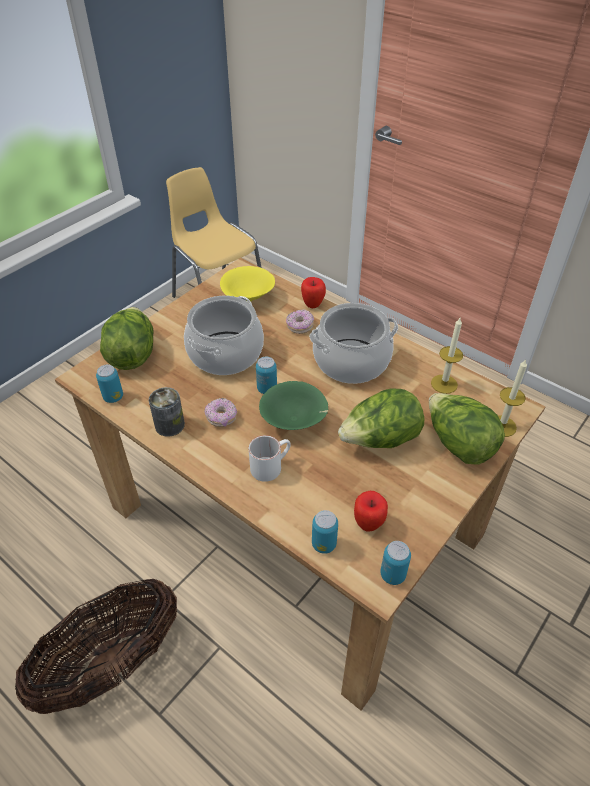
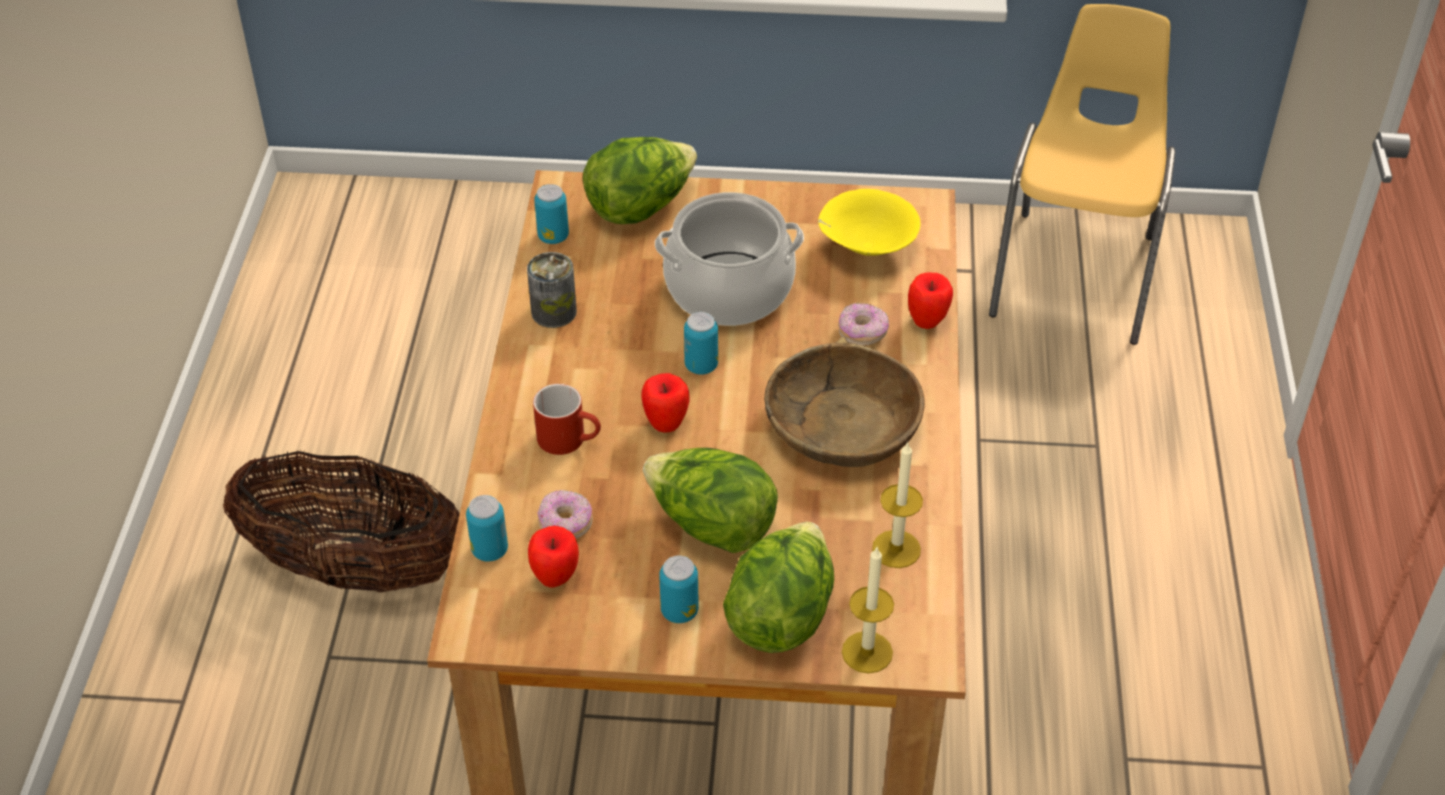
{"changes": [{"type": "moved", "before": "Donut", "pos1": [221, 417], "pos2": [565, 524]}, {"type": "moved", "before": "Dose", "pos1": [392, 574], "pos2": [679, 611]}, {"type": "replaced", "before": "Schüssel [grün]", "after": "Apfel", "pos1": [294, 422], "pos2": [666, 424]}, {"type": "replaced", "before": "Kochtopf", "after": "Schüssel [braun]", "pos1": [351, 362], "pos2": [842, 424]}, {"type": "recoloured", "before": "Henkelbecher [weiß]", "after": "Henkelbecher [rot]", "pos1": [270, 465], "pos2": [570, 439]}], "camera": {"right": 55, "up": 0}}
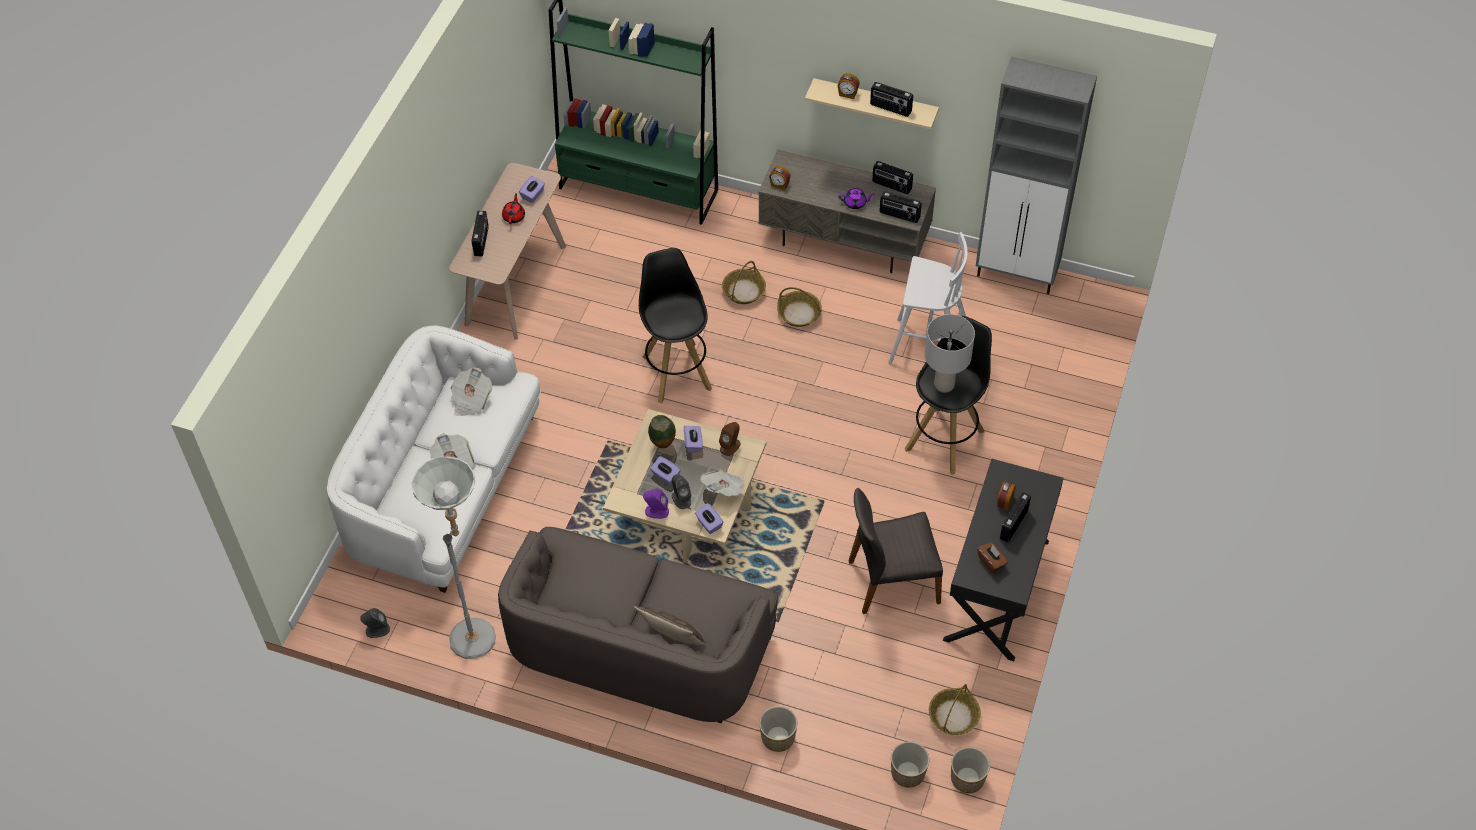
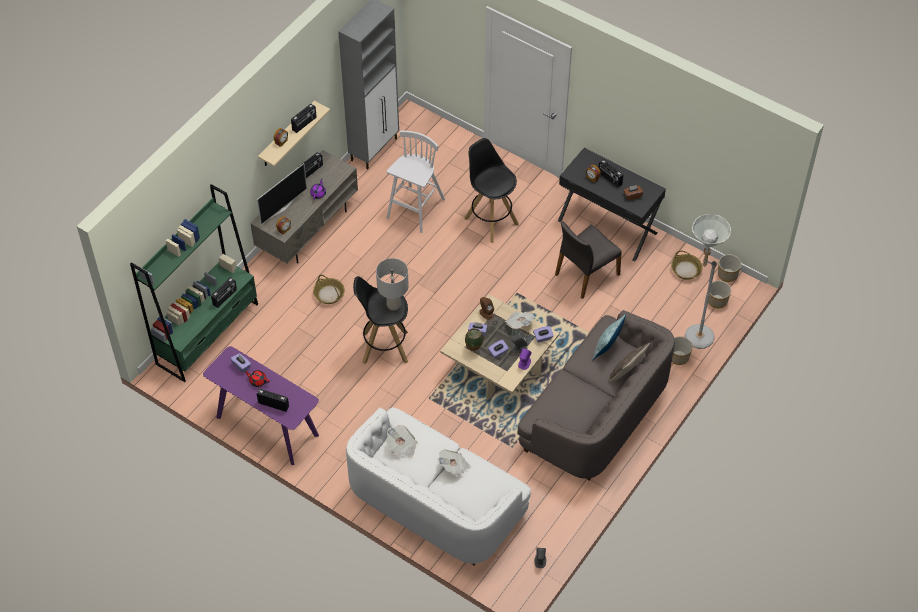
{"changes": [{"type": "removed", "before": "Korb", "pos1": [799, 313]}, {"type": "added", "after": "Fernseher", "pos2": [282, 208]}, {"type": "added", "after": "Kissen", "pos2": [607, 347]}, {"type": "moved", "before": "Stehlampe [grau]", "pos1": [476, 630], "pos2": [693, 334]}, {"type": "moved", "before": "Radio", "pos1": [899, 215], "pos2": [225, 297]}, {"type": "moved", "before": "Tischlampe [grau]", "pos1": [944, 384], "pos2": [393, 305]}, {"type": "recoloured", "before": "Konsolentisch [beige]", "after": "Konsolentisch [lila]", "pos1": [515, 284], "pos2": [267, 426]}, {"type": "turned", "before": "Stuhl [grau]", "pos1": [892, 580], "pos2": [586, 274], "turn": 45}], "camera": {"right": -75, "up": 0}}
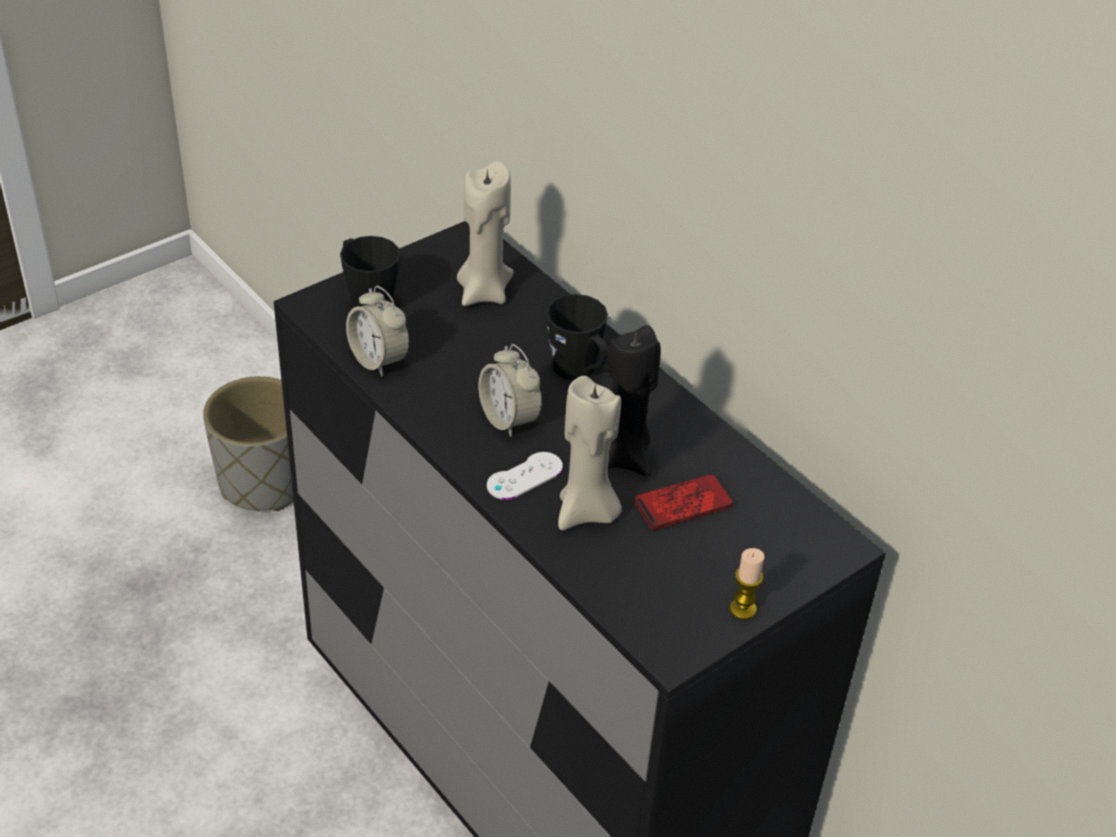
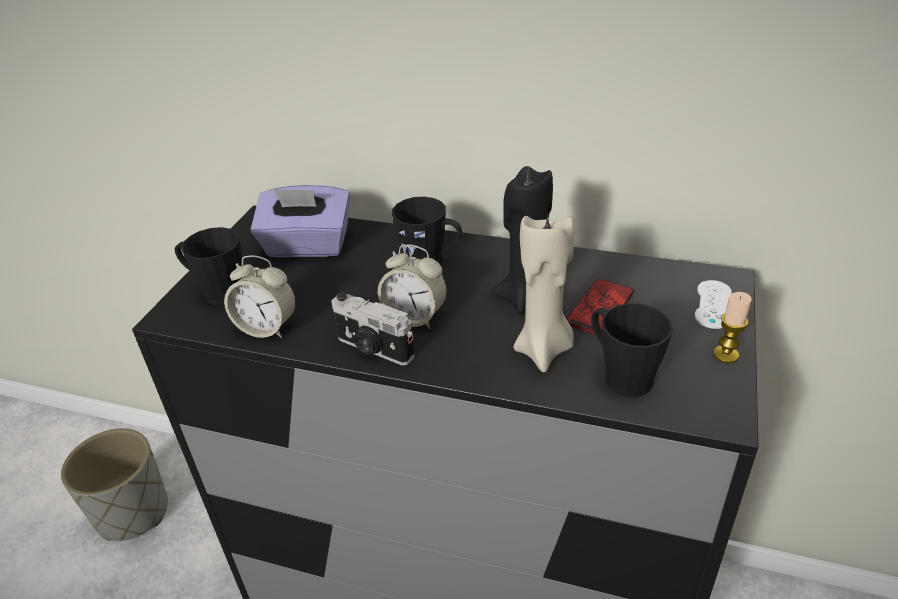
{"changes": [{"type": "added", "after": "Kamera", "pos2": [374, 349]}, {"type": "added", "after": "Henkelbecher [schwarz]", "pos2": [620, 375]}, {"type": "moved", "before": "Gamepad [weiß]", "pos1": [524, 476], "pos2": [713, 304]}, {"type": "replaced", "before": "Kerze [beige]", "after": "Taschentuchbox [lila]", "pos1": [484, 292], "pos2": [307, 246]}], "camera": {"right": -30, "up": -5}}
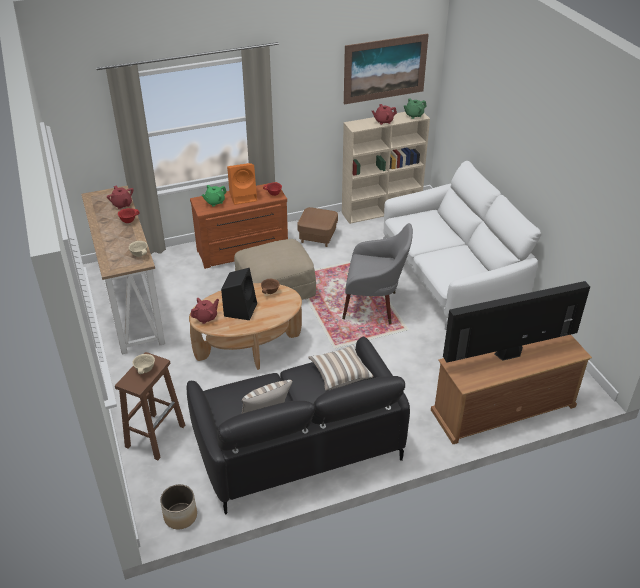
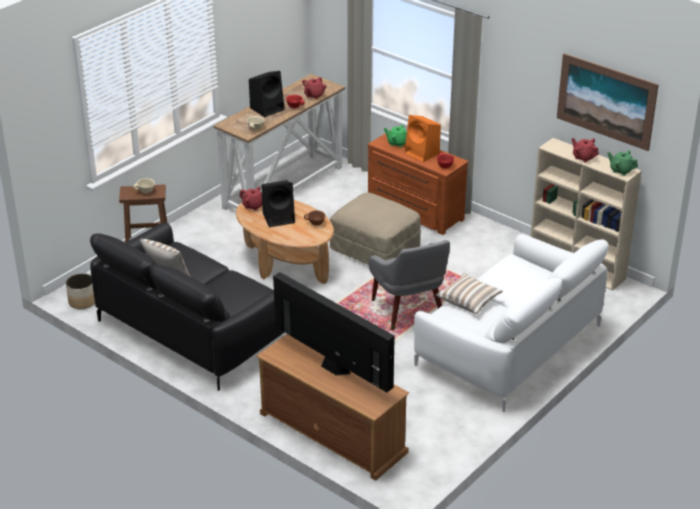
{"changes": [{"type": "removed", "before": "Polsterhocker [braun]", "pos1": [317, 237]}, {"type": "added", "after": "Lautsprecher [schwarz]", "pos2": [267, 108]}, {"type": "moved", "before": "Kissen", "pos1": [340, 374], "pos2": [469, 301]}], "camera": {"right": 60, "up": -5}}
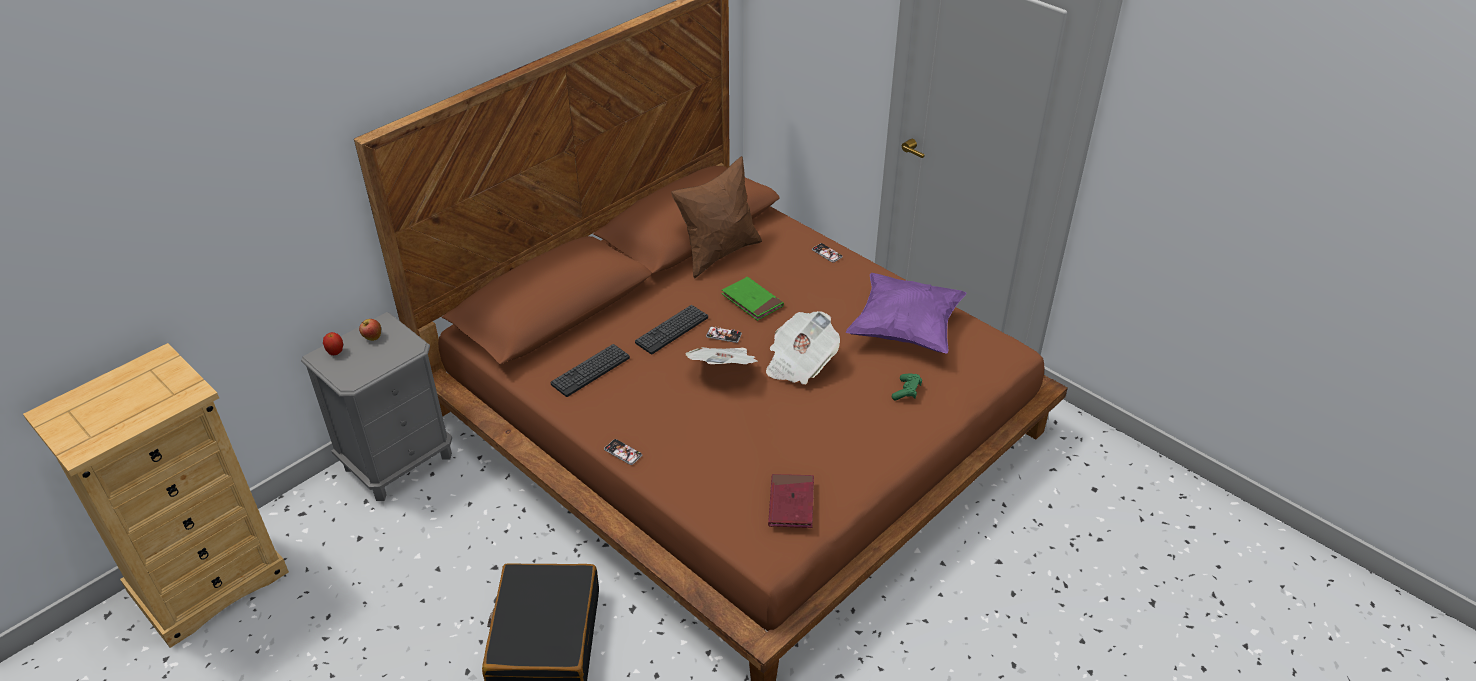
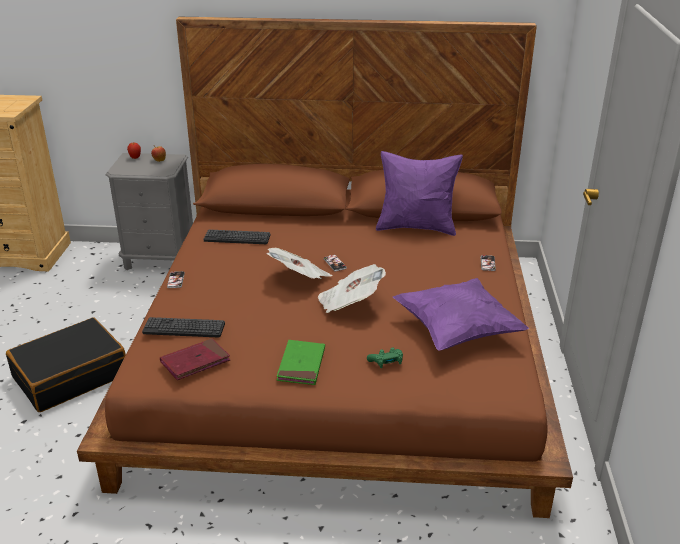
{"changes": [{"type": "moved", "before": "Tastatur", "pos1": [672, 330], "pos2": [184, 328]}, {"type": "moved", "before": "Buch [grün]", "pos1": [752, 301], "pos2": [301, 365]}, {"type": "recoloured", "before": "Kissen [braun]", "after": "Kissen [lila]", "pos1": [718, 253], "pos2": [416, 227]}], "camera": {"right": 50, "up": -10}}
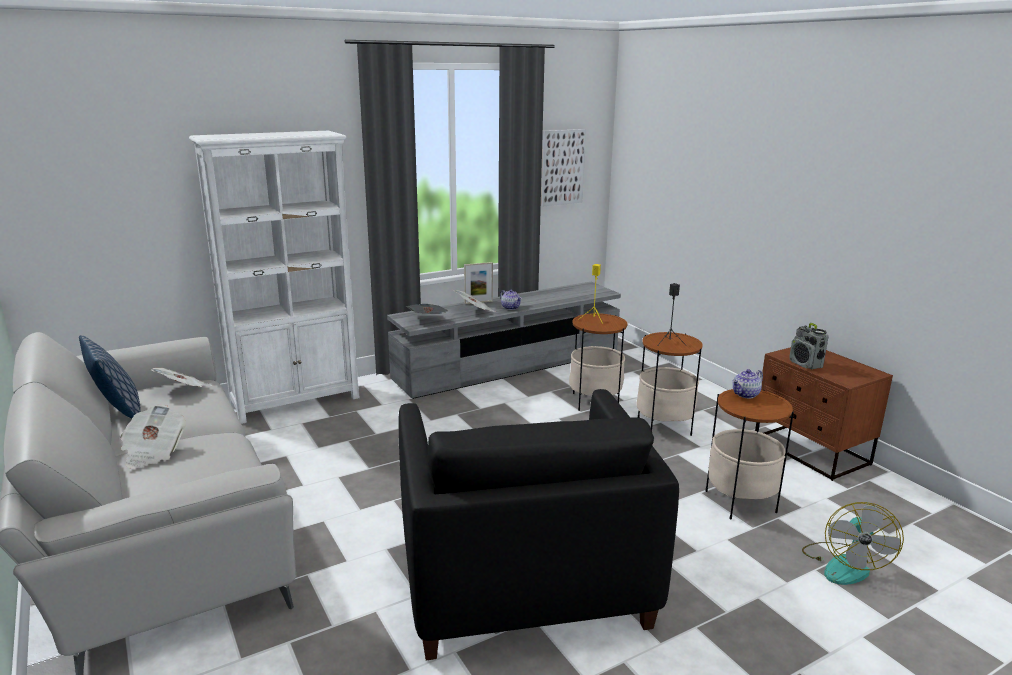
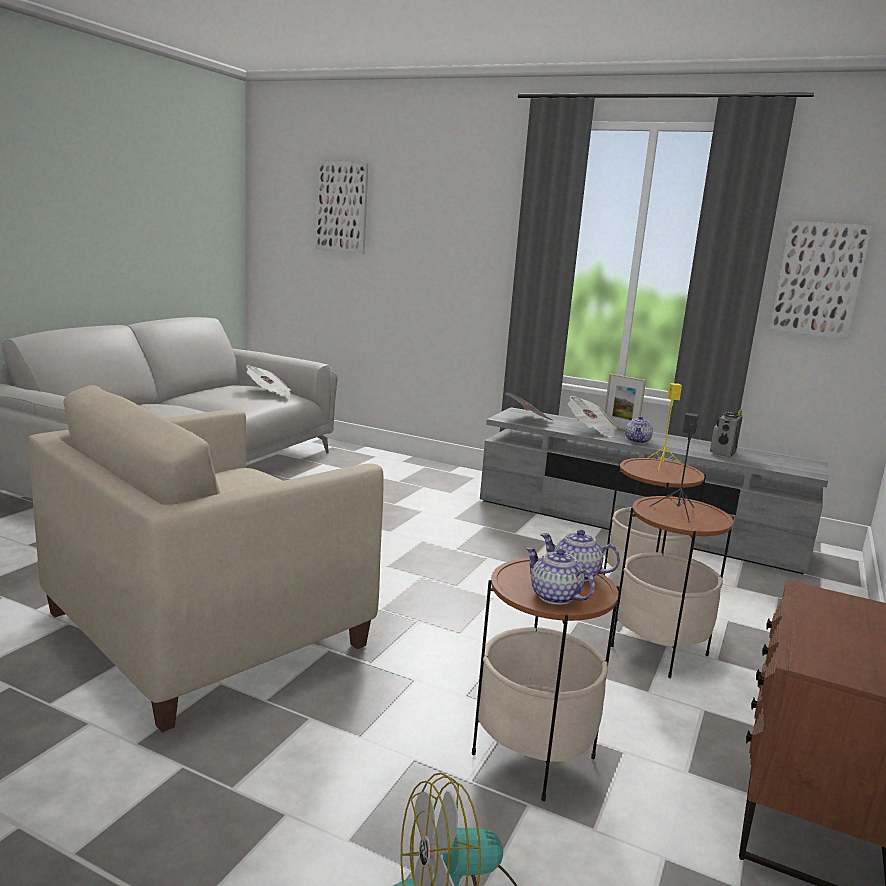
{"changes": [{"type": "removed", "before": "Kissen", "pos1": [118, 412]}, {"type": "removed", "before": "Zeitung", "pos1": [153, 452]}, {"type": "removed", "before": "Bücherregal [weiß]", "pos1": [296, 401]}, {"type": "added", "after": "Bild", "pos2": [342, 207]}, {"type": "added", "after": "Teekanne", "pos2": [554, 596]}, {"type": "moved", "before": "Radio", "pos1": [805, 364], "pos2": [722, 453]}, {"type": "recoloured", "before": "Sessel [schwarz]", "after": "Sessel [beige]", "pos1": [521, 578], "pos2": [207, 628]}], "camera": {"right": 55, "up": -5}}
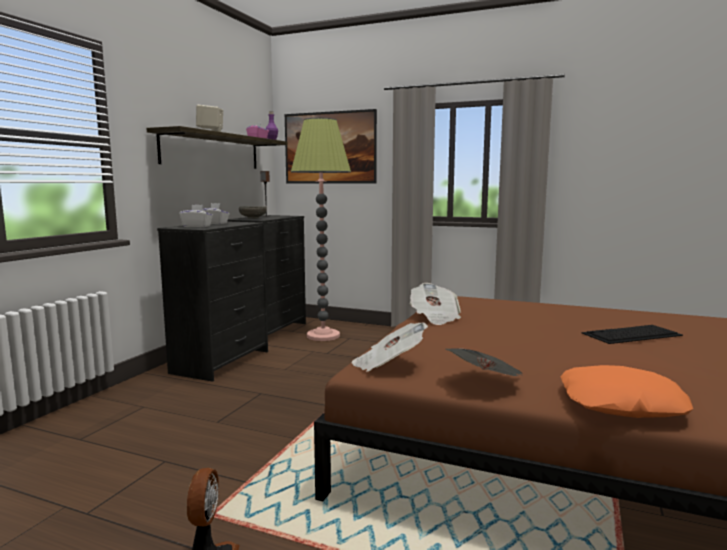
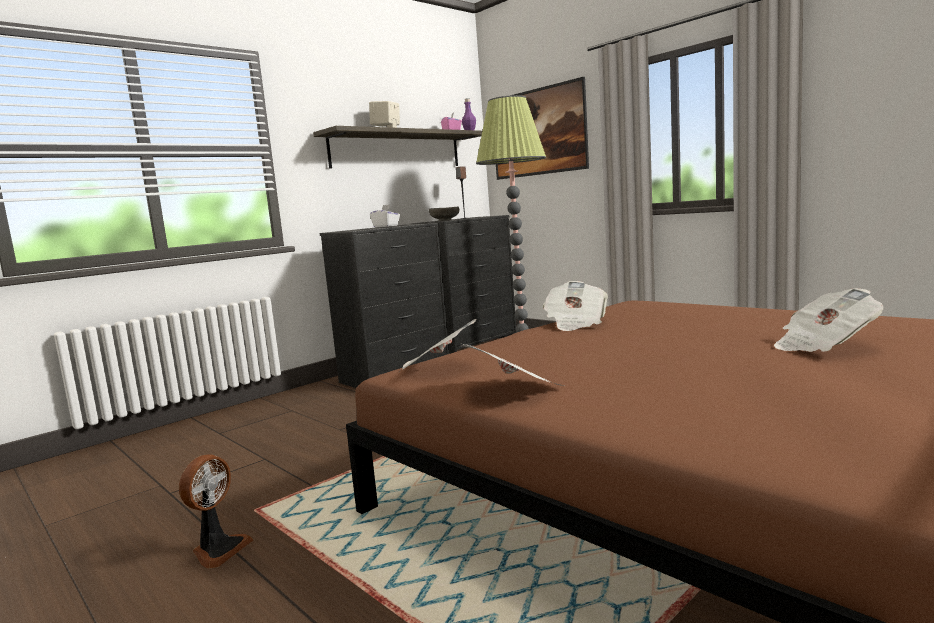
{"changes": [{"type": "removed", "before": "Taschentuchbox [weiß]", "pos1": [197, 226]}, {"type": "removed", "before": "Kissen [orange]", "pos1": [621, 404]}, {"type": "replaced", "before": "Tastatur", "after": "Zeitung", "pos1": [631, 334], "pos2": [823, 345]}], "camera": {"right": 25, "up": 0}}
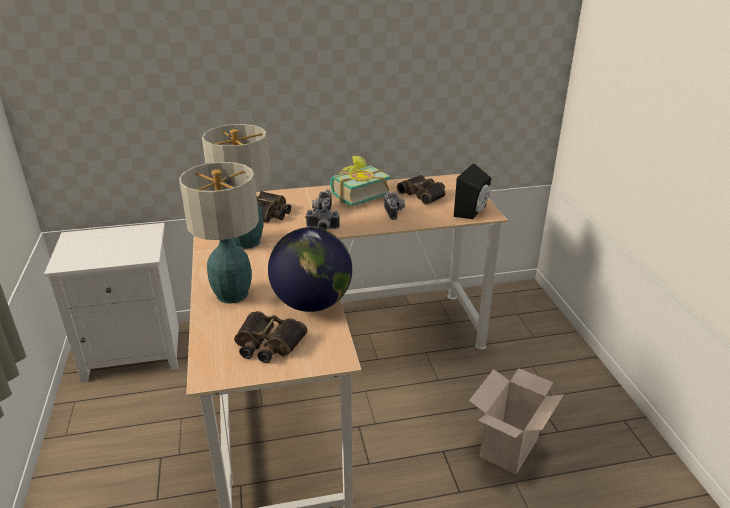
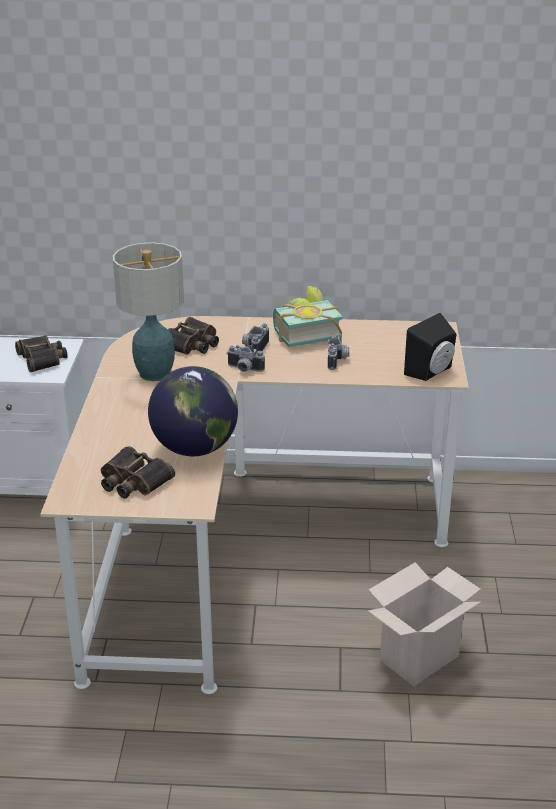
{"changes": [{"type": "removed", "before": "Tischlampe", "pos1": [232, 294]}, {"type": "moved", "before": "Fernglas", "pos1": [424, 194], "pos2": [42, 359]}], "camera": {"right": 15, "up": 0}}
